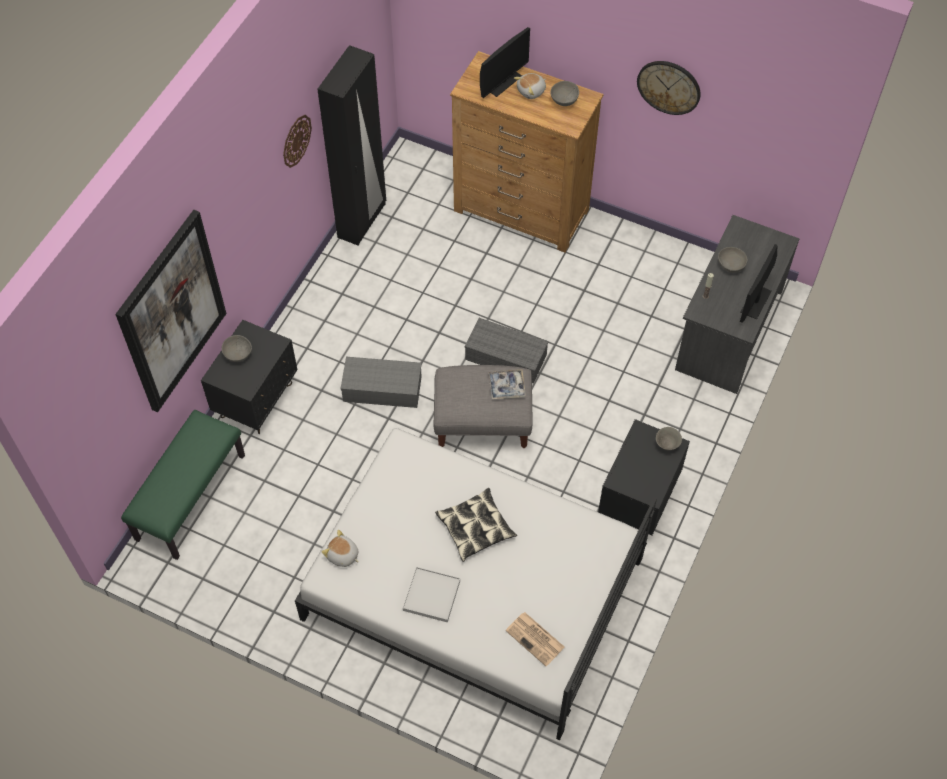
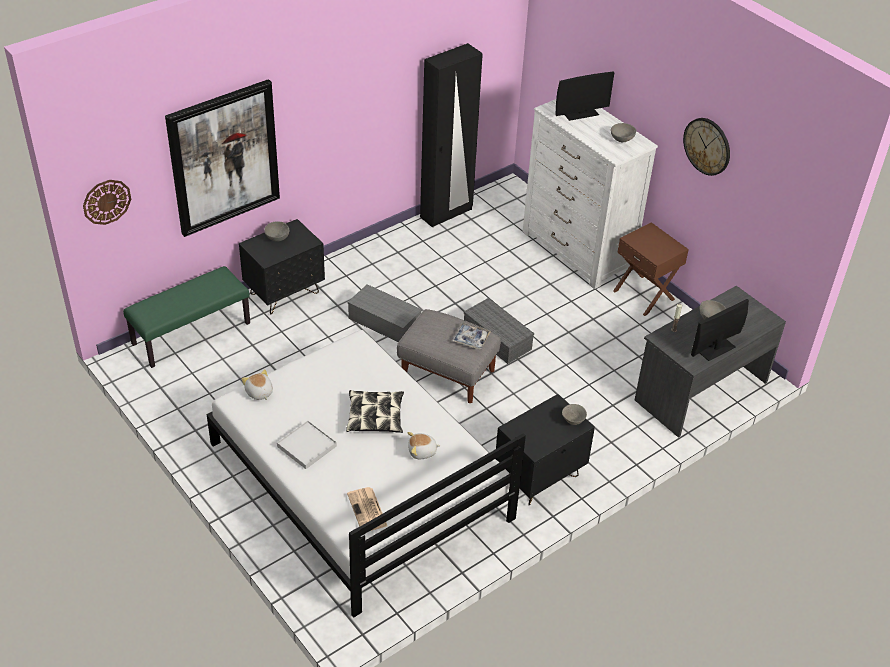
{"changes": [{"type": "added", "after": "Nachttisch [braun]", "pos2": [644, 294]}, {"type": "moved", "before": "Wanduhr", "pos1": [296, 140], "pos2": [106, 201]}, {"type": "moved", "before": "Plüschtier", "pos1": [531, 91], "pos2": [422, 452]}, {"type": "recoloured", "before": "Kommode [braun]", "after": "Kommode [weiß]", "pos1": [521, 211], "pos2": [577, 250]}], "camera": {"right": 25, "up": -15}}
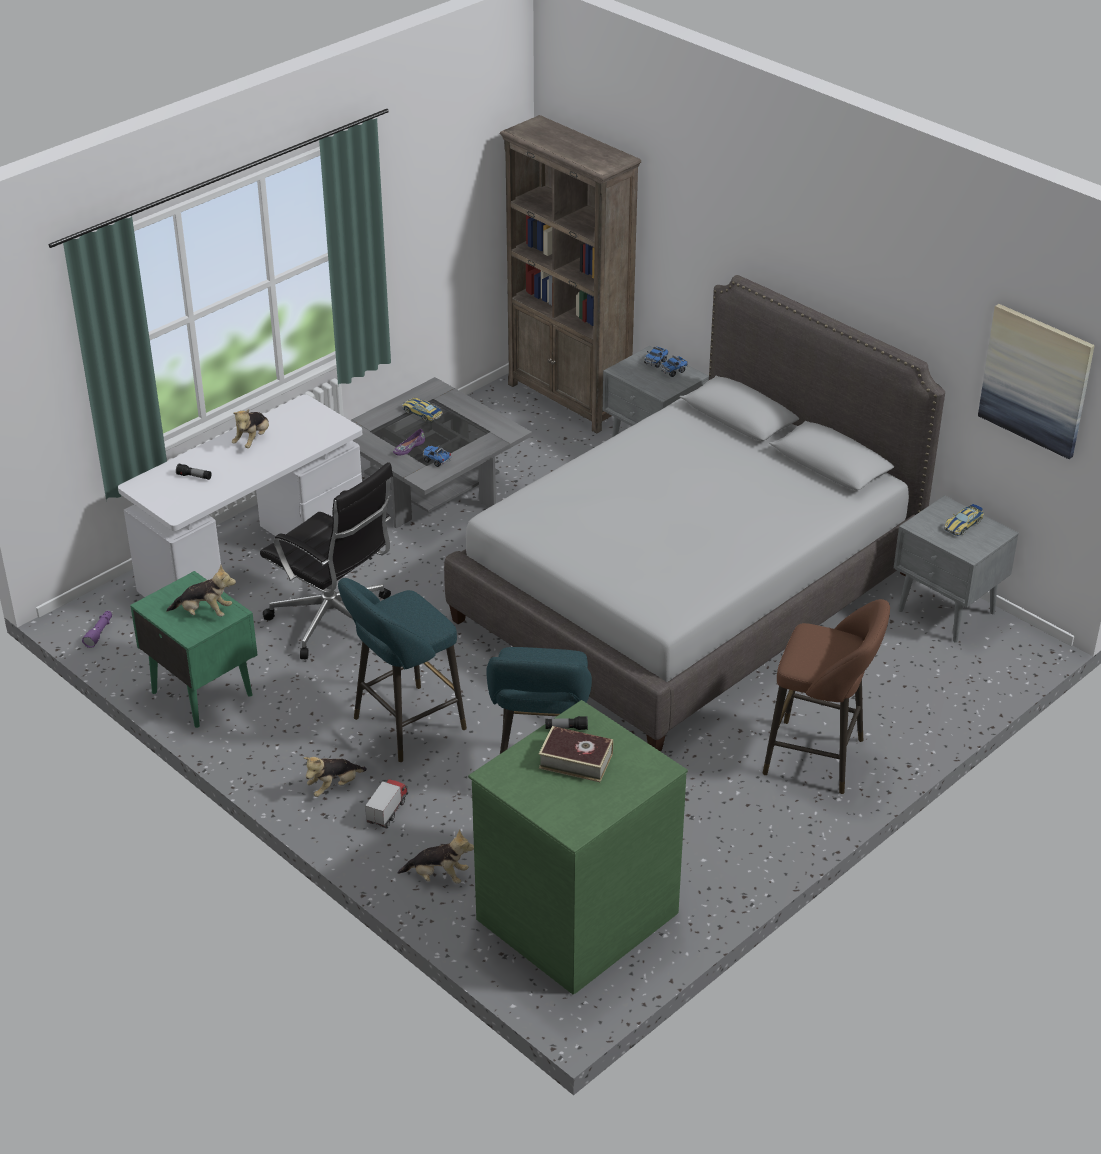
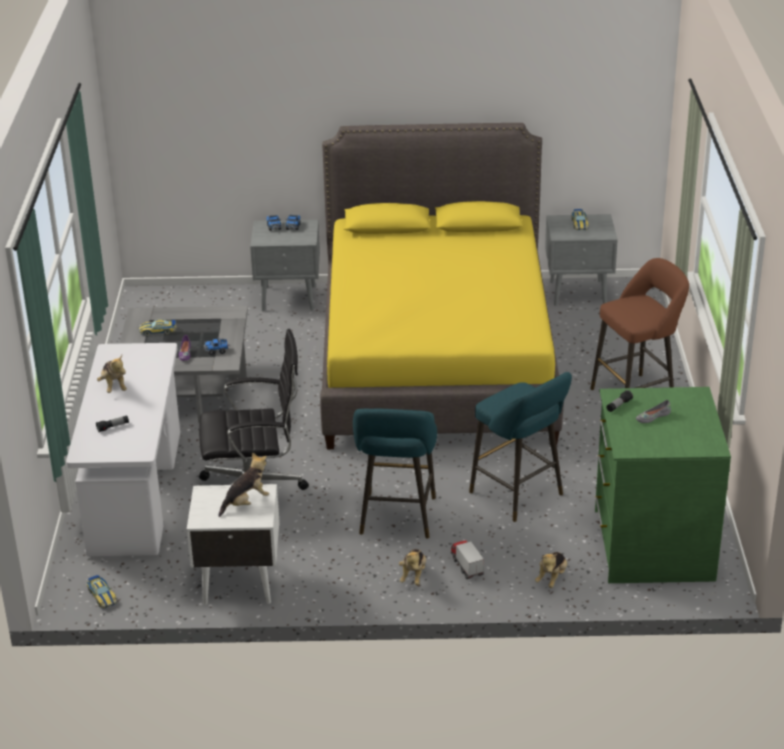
{"changes": [{"type": "removed", "before": "Bücherregal [braun]", "pos1": [569, 399]}, {"type": "removed", "before": "Bild", "pos1": [1036, 380]}, {"type": "replaced", "before": "Taschenlampe [lila]", "after": "Spielzeugauto", "pos1": [99, 633], "pos2": [102, 596]}, {"type": "replaced", "before": "Buch", "after": "Schuh [grau]", "pos1": [576, 761], "pos2": [652, 417]}, {"type": "recoloured", "before": "Nachttisch [grün]", "after": "Nachttisch [weiß]", "pos1": [202, 692], "pos2": [237, 582]}, {"type": "recoloured", "before": "Bett [grau]", "after": "Bett [gelb]", "pos1": [687, 596], "pos2": [437, 359]}, {"type": "turned", "before": "Plüschtier", "pos1": [438, 876], "pos2": [552, 578], "turn": 150}], "camera": {"right": -45, "up": -5}}
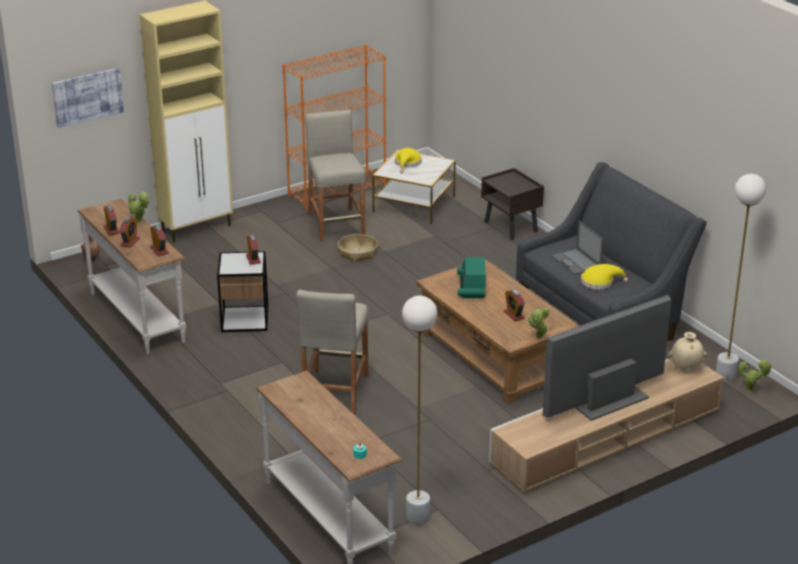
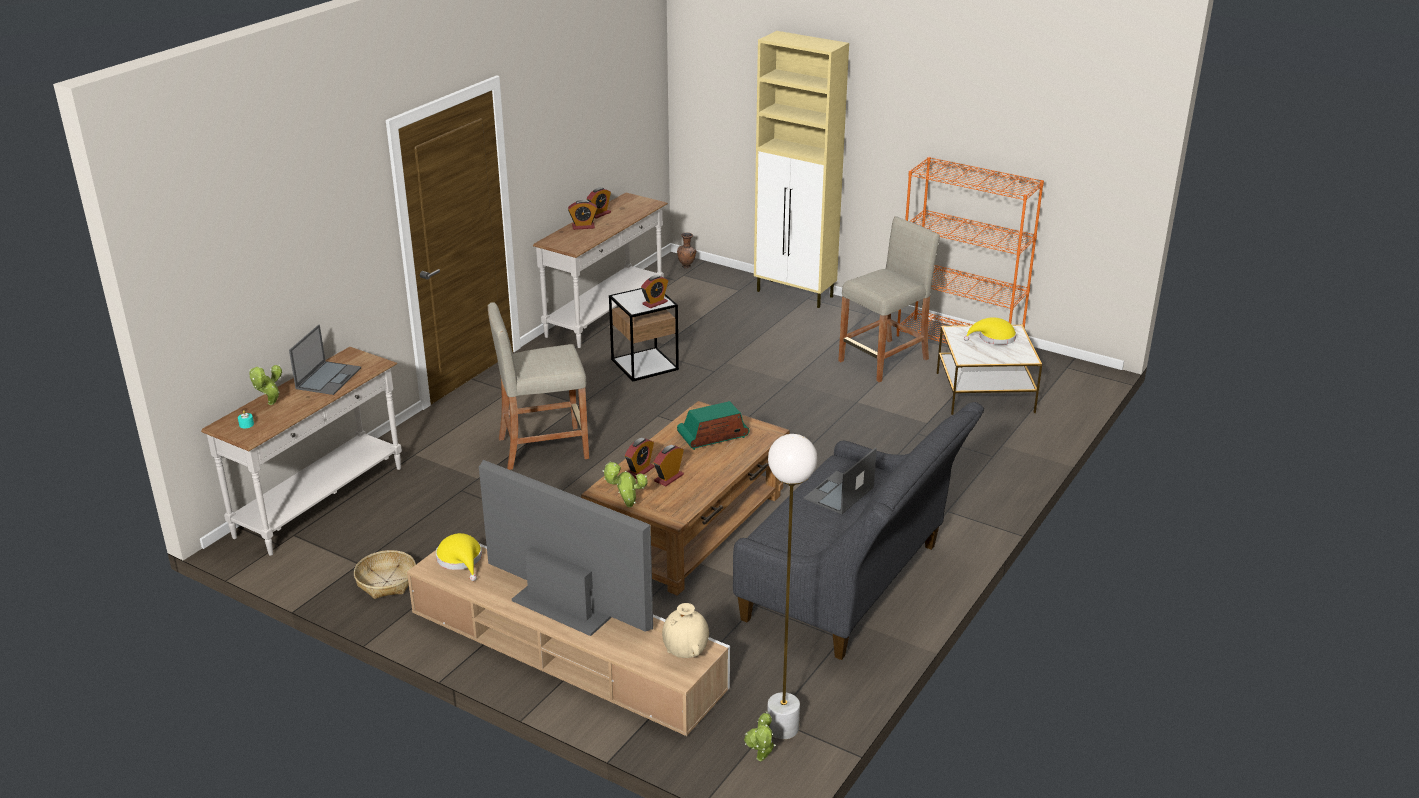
{"changes": [{"type": "removed", "before": "Bild", "pos1": [87, 97]}, {"type": "removed", "before": "Stehlampe [weiß]", "pos1": [418, 517]}, {"type": "removed", "before": "Nachttisch [braun]", "pos1": [511, 227]}, {"type": "added", "after": "Laptop", "pos2": [328, 378]}, {"type": "moved", "before": "Topfpflanze", "pos1": [139, 222], "pos2": [270, 405]}, {"type": "moved", "before": "Wecker", "pos1": [159, 250], "pos2": [640, 471]}, {"type": "moved", "before": "Korb", "pos1": [358, 253], "pos2": [386, 582]}, {"type": "moved", "before": "Hut [gelb]", "pos1": [600, 282], "pos2": [461, 560]}], "camera": {"right": 65, "up": 0}}
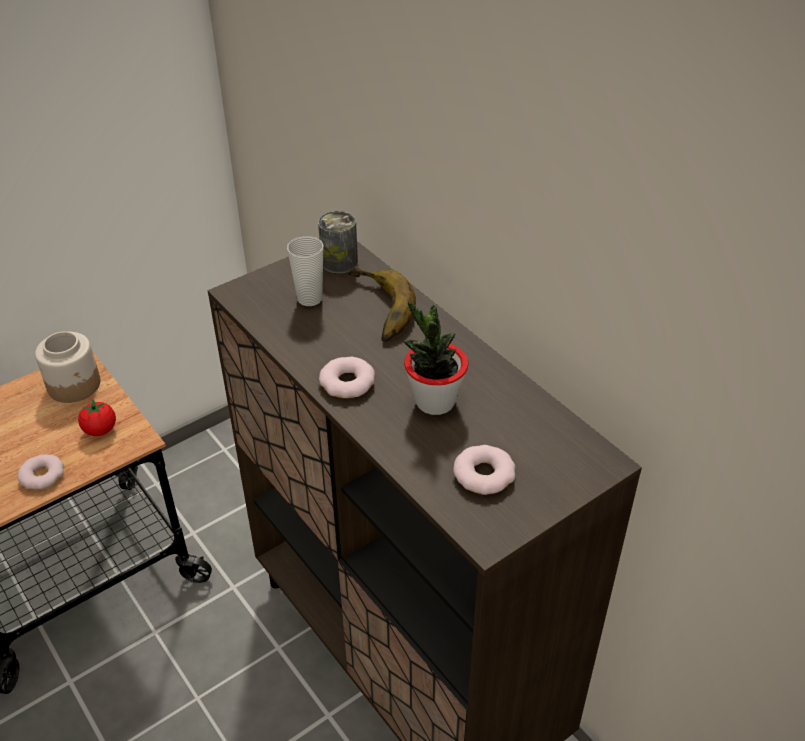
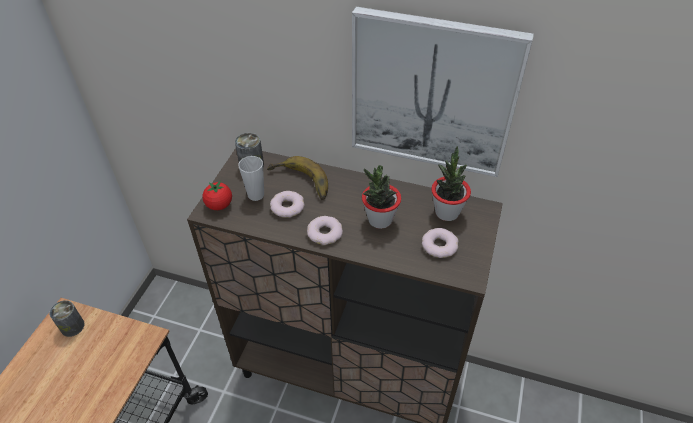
{"changes": [{"type": "added", "after": "Bild", "pos2": [432, 94]}, {"type": "added", "after": "Topfpflanze", "pos2": [447, 212]}, {"type": "moved", "before": "Donut", "pos1": [42, 475], "pos2": [287, 207]}, {"type": "moved", "before": "Tomate", "pos1": [100, 430], "pos2": [219, 205]}, {"type": "replaced", "before": "Vorratsglas", "after": "Dose", "pos1": [75, 385], "pos2": [72, 326]}], "camera": {"right": -35, "up": 5}}
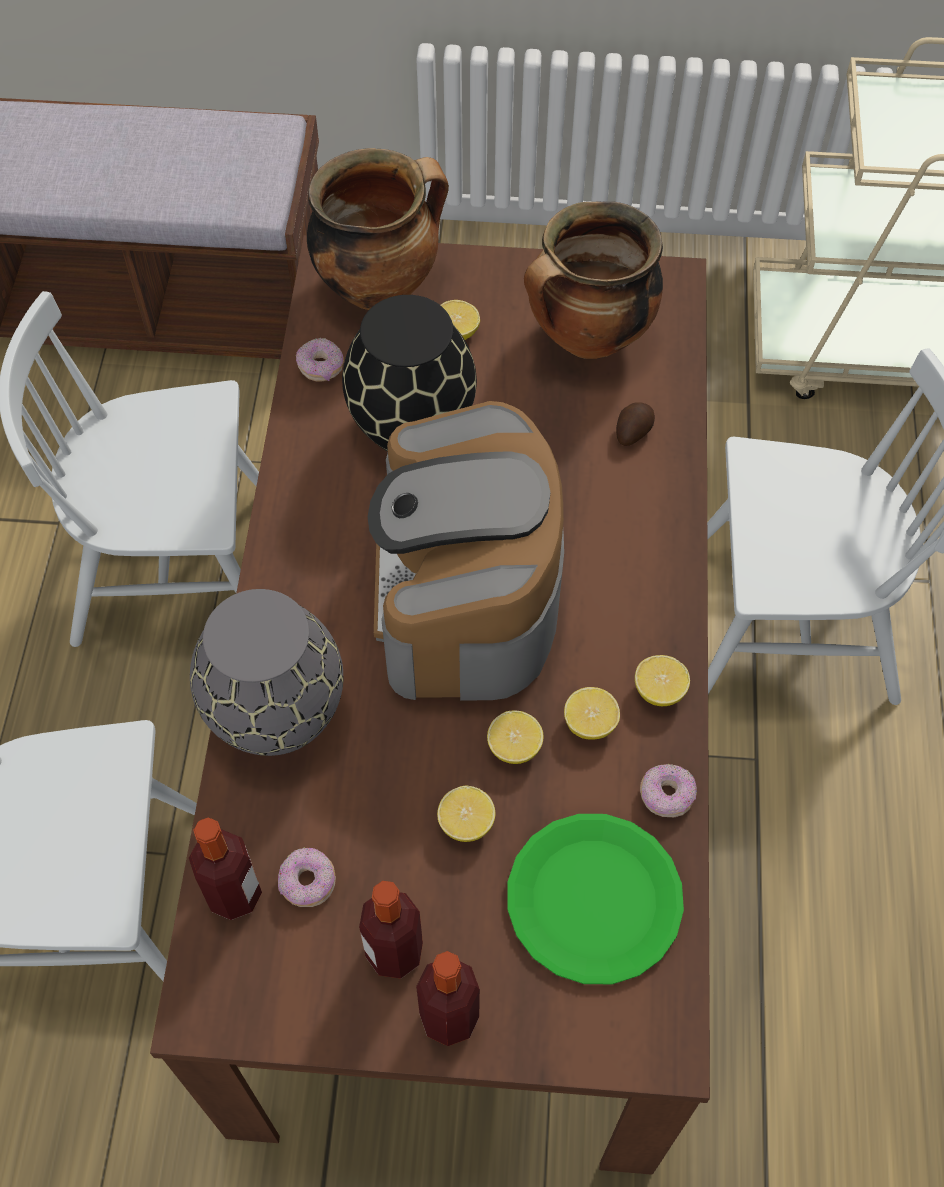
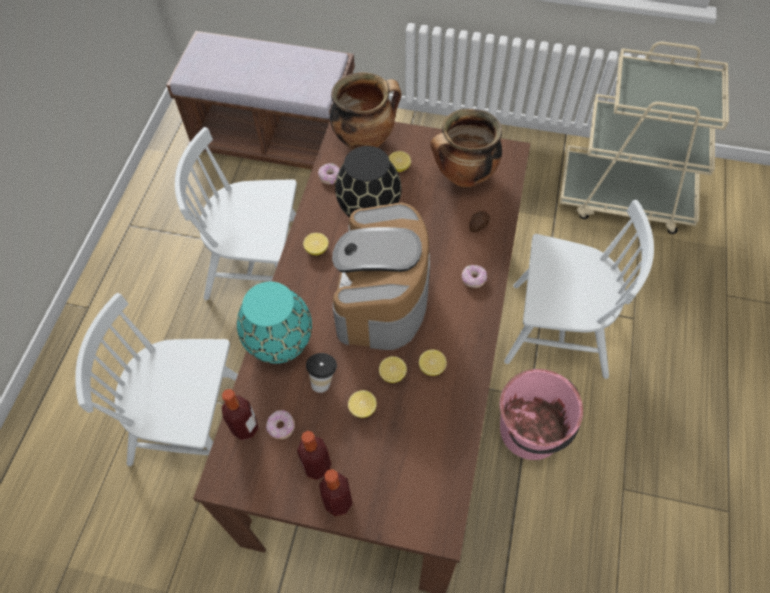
{"changes": [{"type": "removed", "before": "Teller [grün]", "pos1": [594, 900]}, {"type": "added", "after": "Tasse", "pos2": [323, 380]}, {"type": "added", "after": "Eimer [rosa]", "pos2": [531, 431]}, {"type": "moved", "before": "Zitrone", "pos1": [659, 690], "pos2": [316, 249]}, {"type": "moved", "before": "Donut", "pos1": [666, 796], "pos2": [473, 279]}, {"type": "recoloured", "before": "Vase [grau]", "after": "Vase [türkis]", "pos1": [279, 713], "pos2": [281, 343]}], "camera": {"right": 10, "up": 0}}
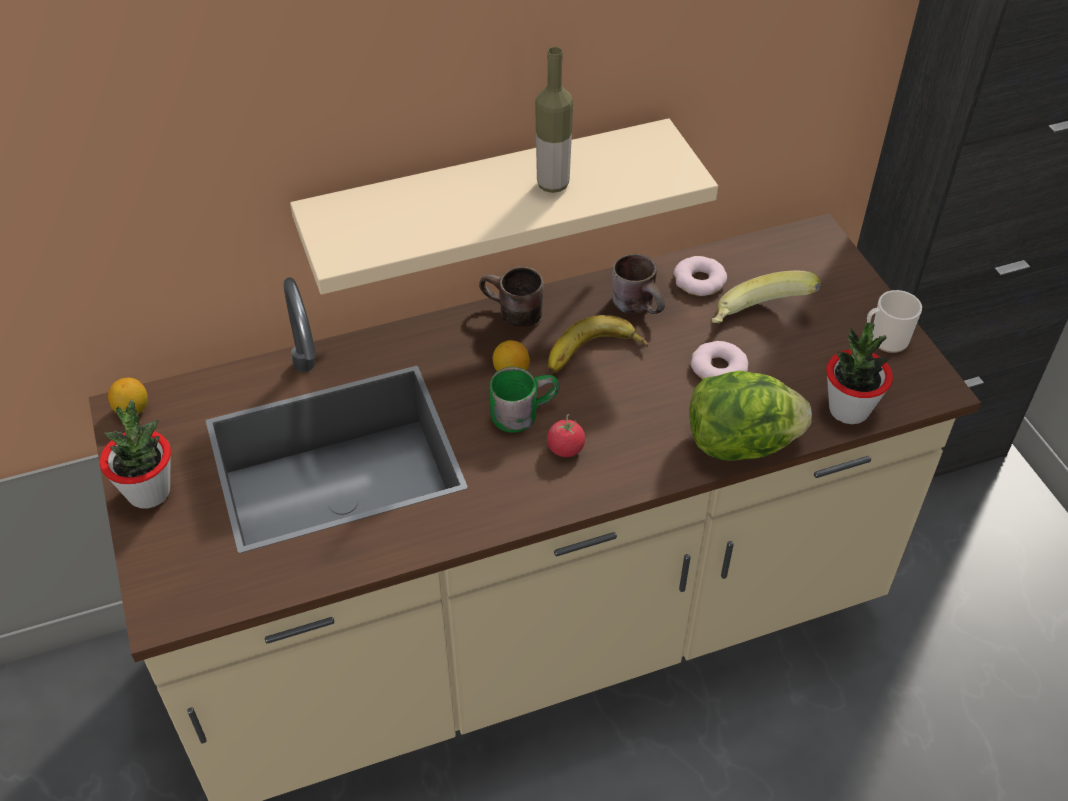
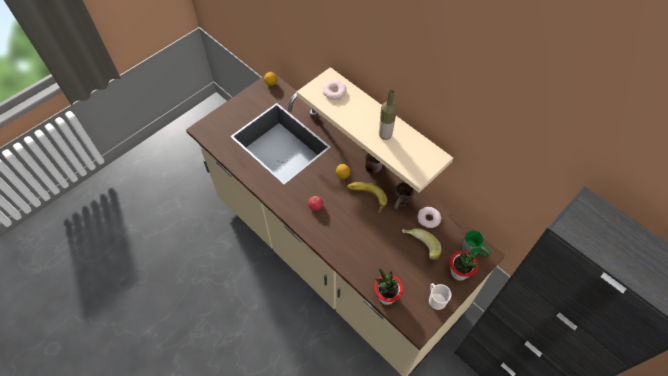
{"changes": [{"type": "removed", "before": "Salatkopf", "pos1": [740, 443]}, {"type": "moved", "before": "Topfpflanze", "pos1": [149, 492], "pos2": [459, 272]}, {"type": "moved", "before": "Henkelbecher [grün]", "pos1": [521, 411], "pos2": [474, 249]}, {"type": "moved", "before": "Donut", "pos1": [718, 368], "pos2": [334, 92]}], "camera": {"right": 65, "up": 10}}
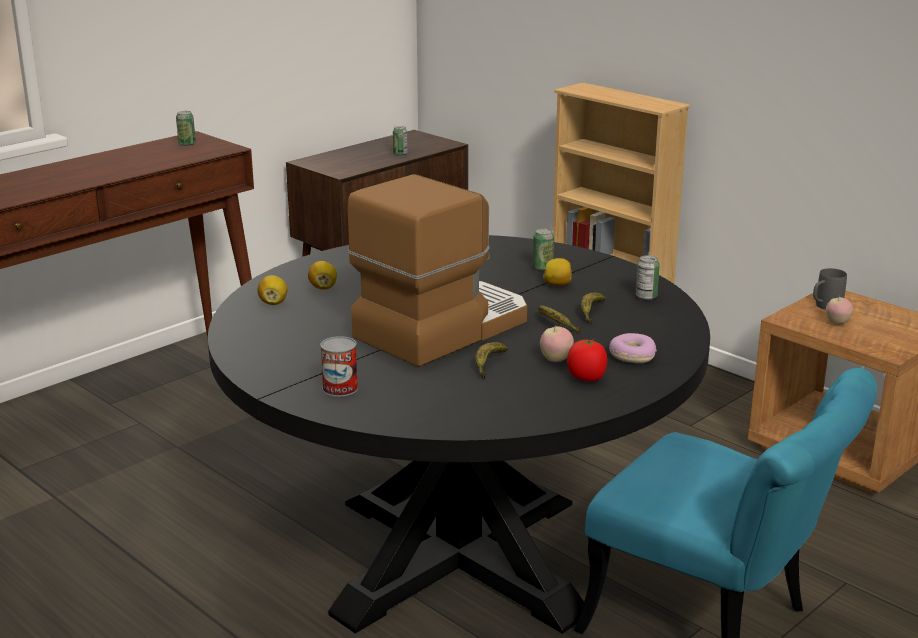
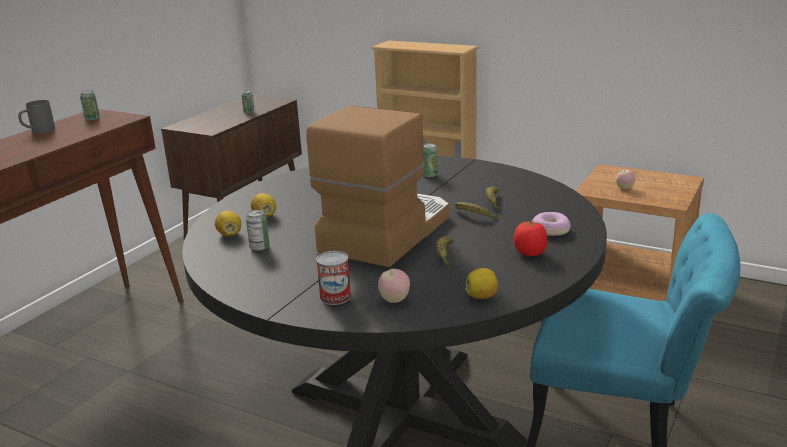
{"changes": [{"type": "moved", "before": "Apfel", "pos1": [556, 360], "pos2": [394, 300]}, {"type": "moved", "before": "Zitrone", "pos1": [557, 285], "pos2": [482, 296]}, {"type": "moved", "before": "Dose", "pos1": [646, 297], "pos2": [259, 247]}, {"type": "moved", "before": "Henkelbecher [grau]", "pos1": [824, 307], "pos2": [38, 132]}], "camera": {"right": -15, "up": 0}}
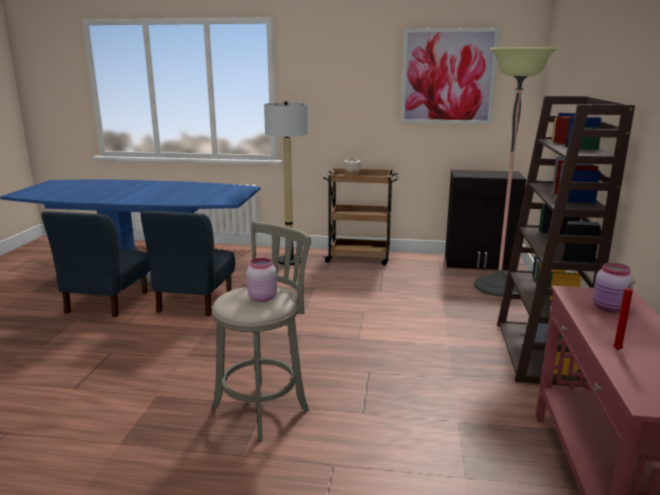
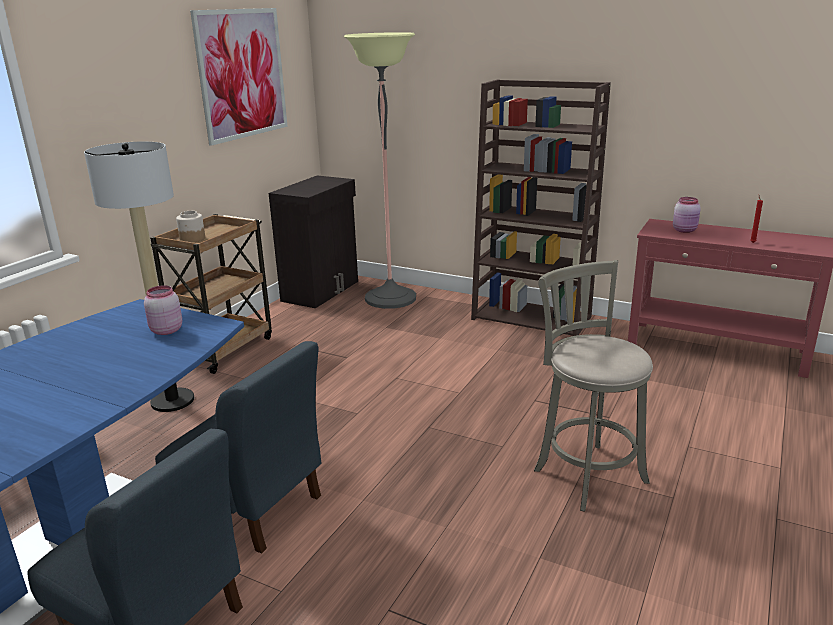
{"changes": [{"type": "moved", "before": "Vorratsglas [rosa]", "pos1": [262, 298], "pos2": [165, 330]}], "camera": {"right": -70, "up": 5}}
